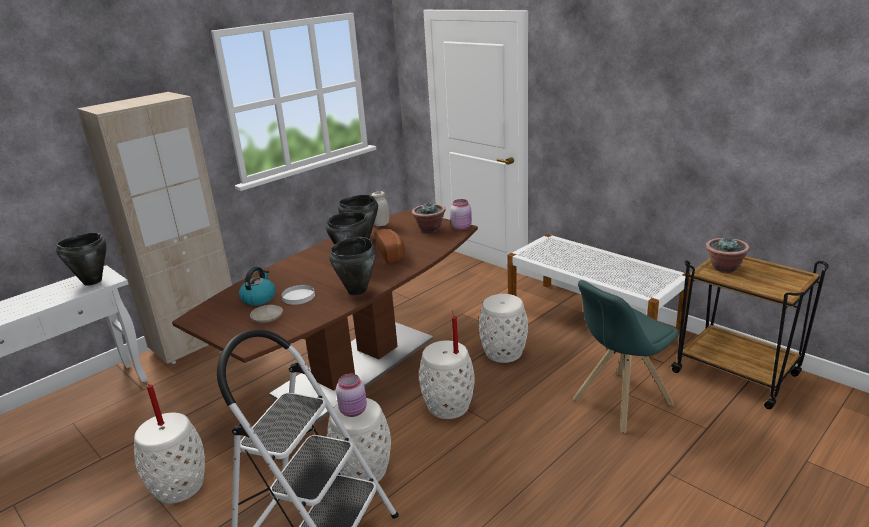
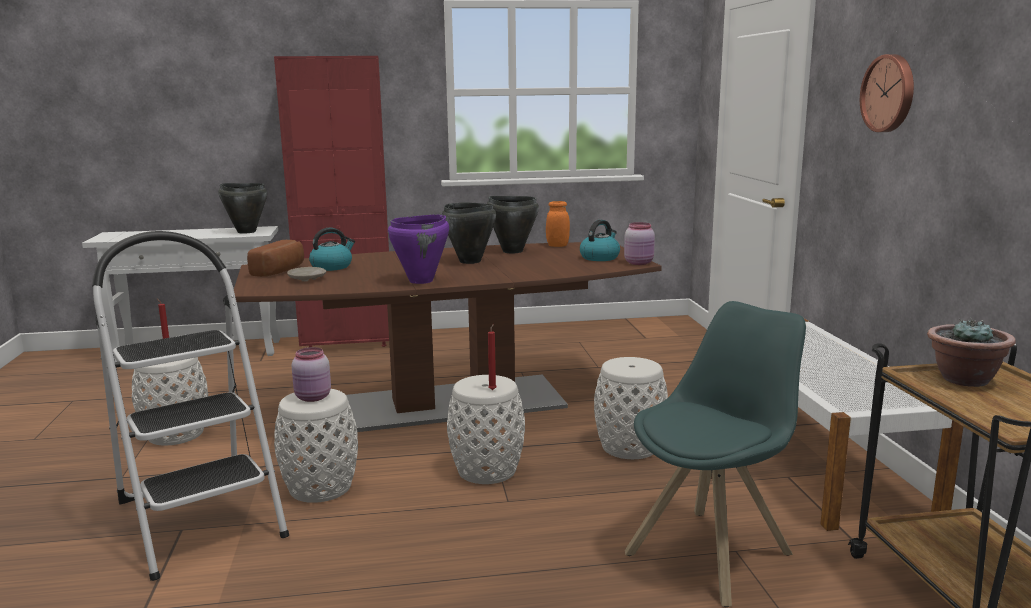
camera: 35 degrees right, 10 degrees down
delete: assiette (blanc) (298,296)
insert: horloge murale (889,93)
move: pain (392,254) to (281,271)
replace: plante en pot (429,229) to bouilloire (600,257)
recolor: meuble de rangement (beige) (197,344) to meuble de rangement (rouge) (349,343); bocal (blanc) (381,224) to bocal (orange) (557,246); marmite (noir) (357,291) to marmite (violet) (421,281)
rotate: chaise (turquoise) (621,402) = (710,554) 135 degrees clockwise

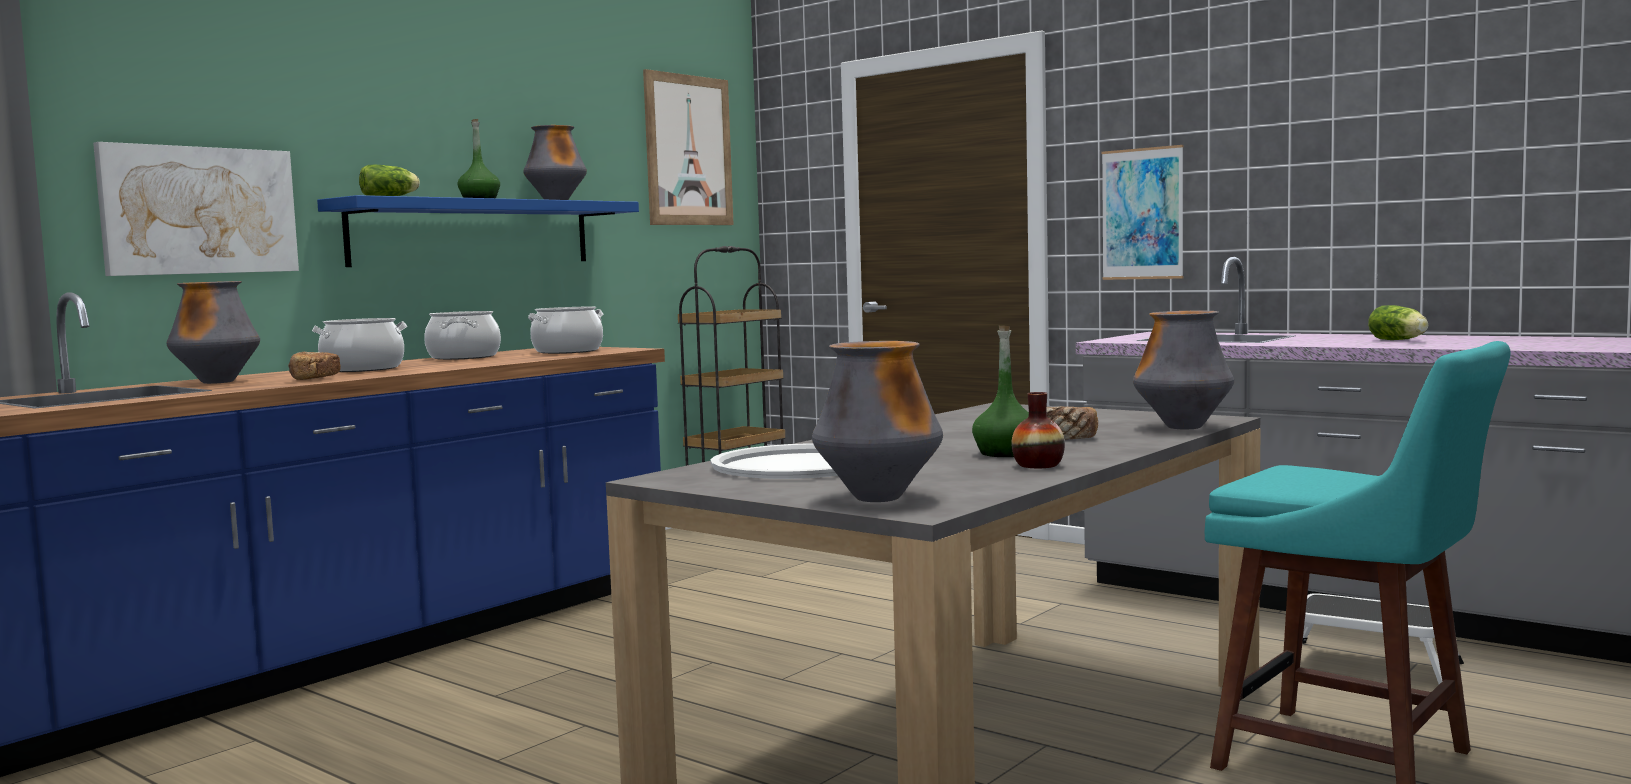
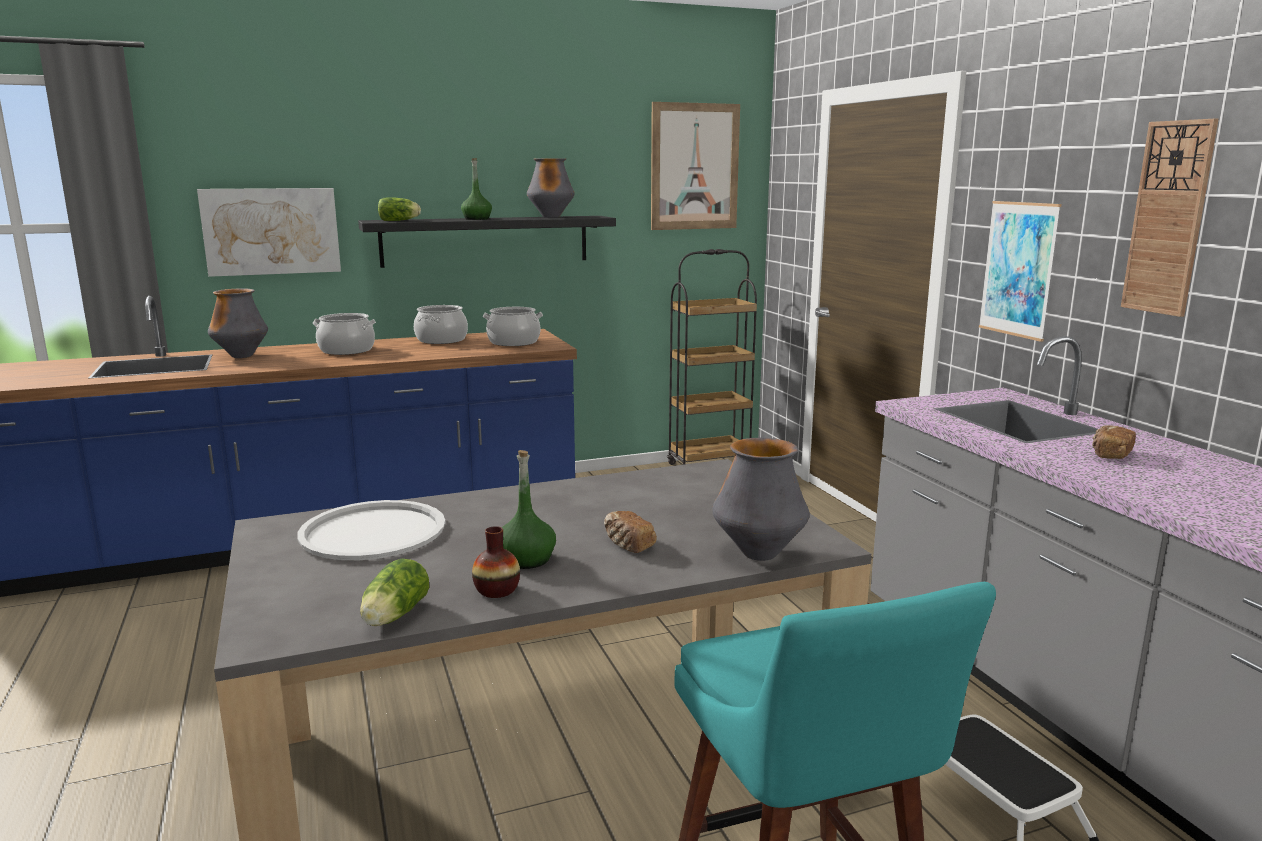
camera: 30 degrees right, 10 degrees up
delete: vase (879,498)
insert: horloge murale (1168,218)
move: laitue (1399,340) to (393,617); pain (313,379) to (1110,455)
recolor: étagère (bleu) (473,233) to étagère (noir) (486,240)

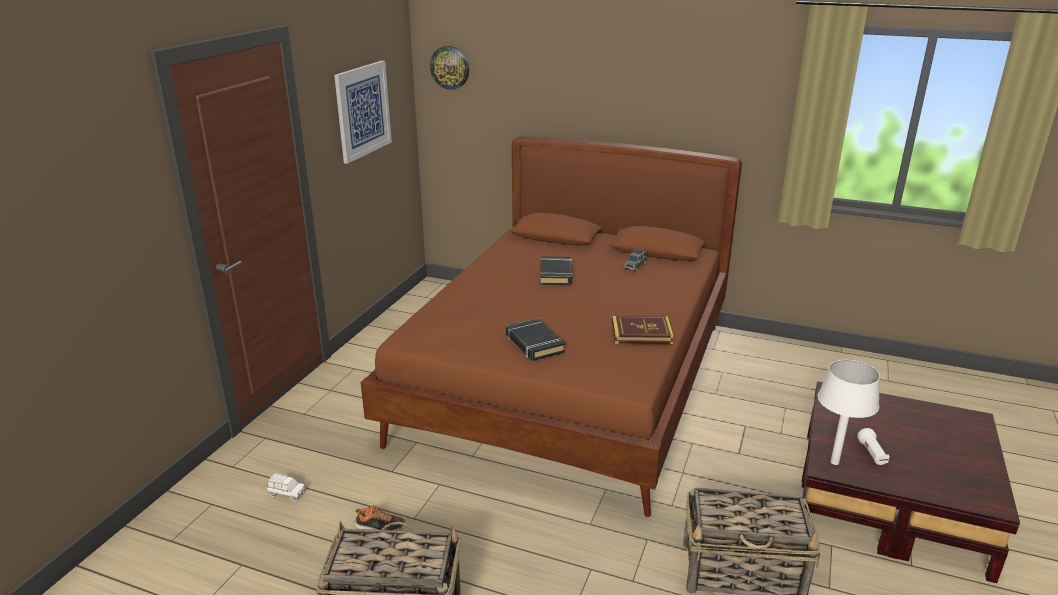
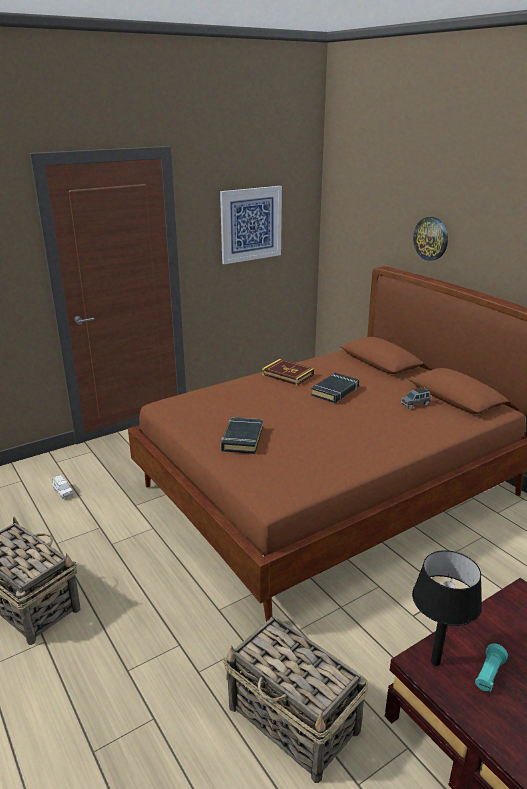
camera: 35 degrees right, 0 degrees up
delete: chaussure (379,526)
move: horloge murale (450,67) to (431,238); livre (641,334) to (287,375)
recolor: lampe de table (blanc) (835,462) to lampe de table (noir) (436,662); lampe de poche (blanc) (872,454) to lampe de poche (turquoise) (488,675)

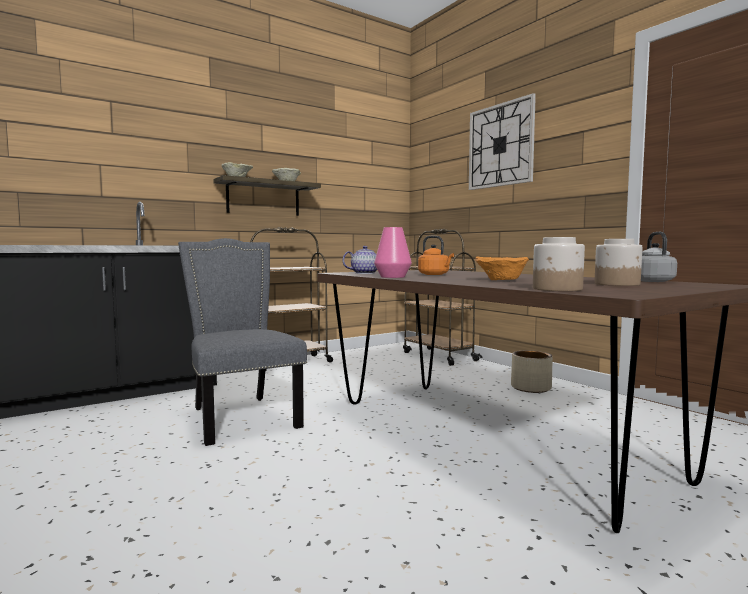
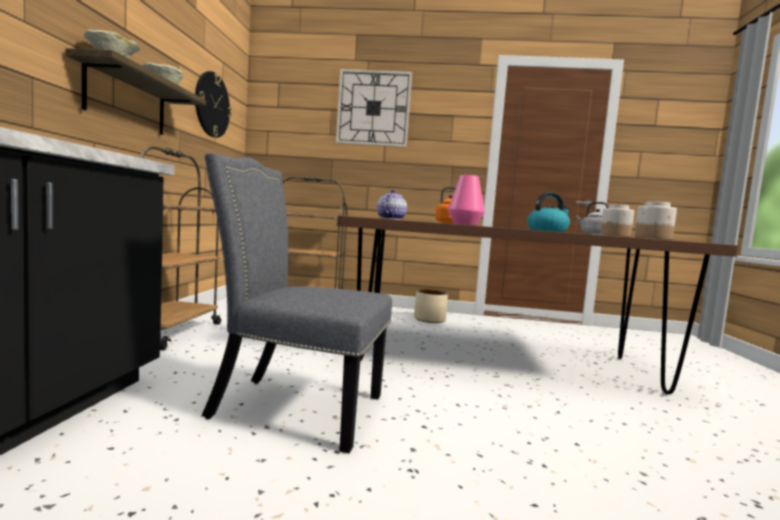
camera: 50 degrees left, 0 degrees up
insert: horloge murale (212,105)
replace: bol (orange) (501,280) to bouilloire (547,230)

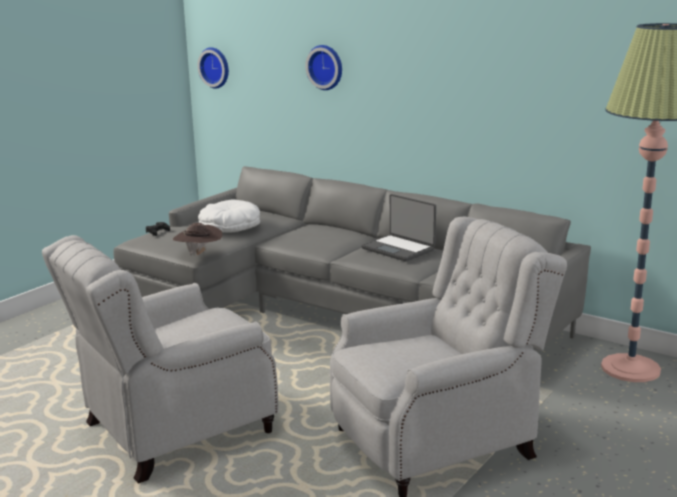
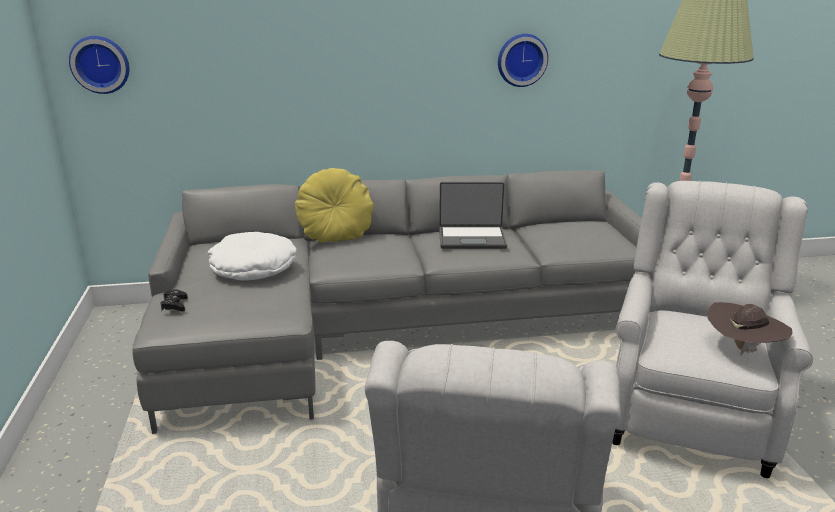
camera: 45 degrees left, 5 degrees up
insert: coussin (jaune) (336,238)
move: horloge murale (326,67) to (521,59); chapeau (marron) (199,255) to (742,350)

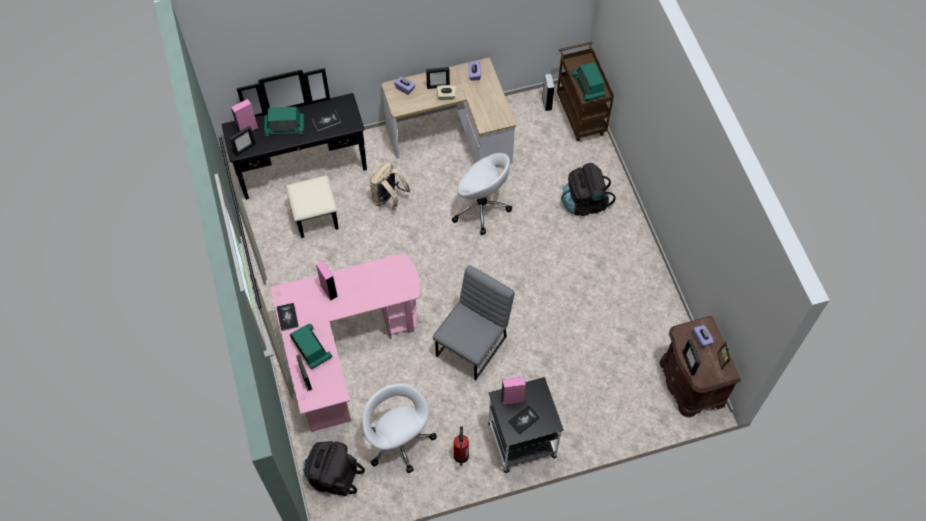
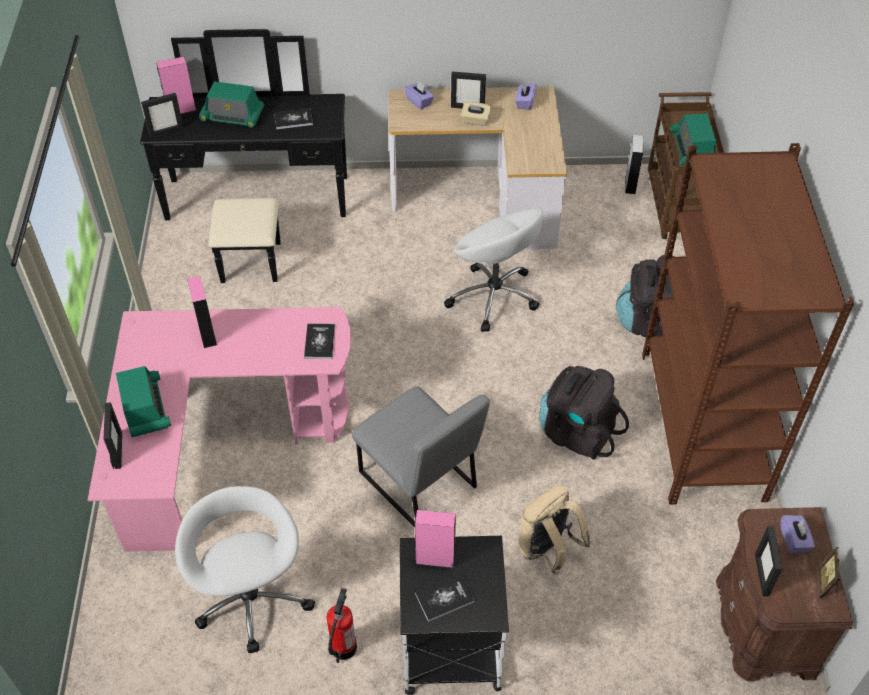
camera: 15 degrees right, 10 degrees down
insert: bibliothèque (marron) (702,425)
move: sac à dos (beige) (388,199) to (547,550); livre (287,317) to (319,342); sac à dos (noir) (333,476) to (577,432)
rotate: chaise (gris) (473,344) = (419,482) 90 degrees clockwise

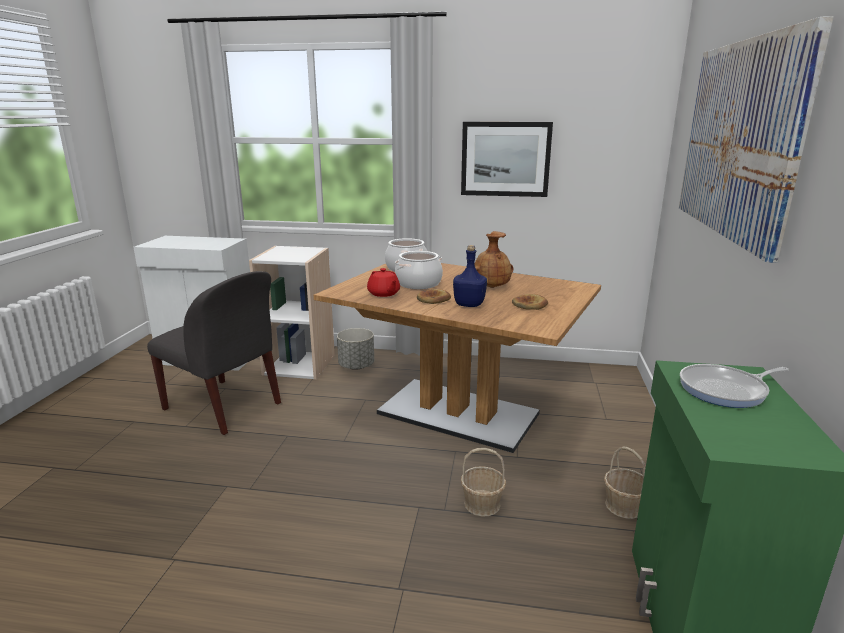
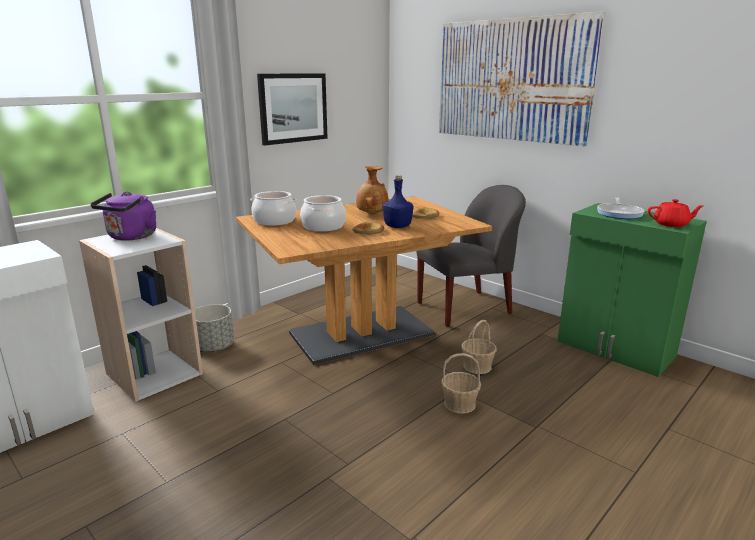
camera: 55 degrees left, 0 degrees up
insert: bouilloire (violet) (130,237)
move: théière (rouge) (384,293) to (671,224); chaise (gris) (224,407) to (466,308); panier (624,506) to (460,404)

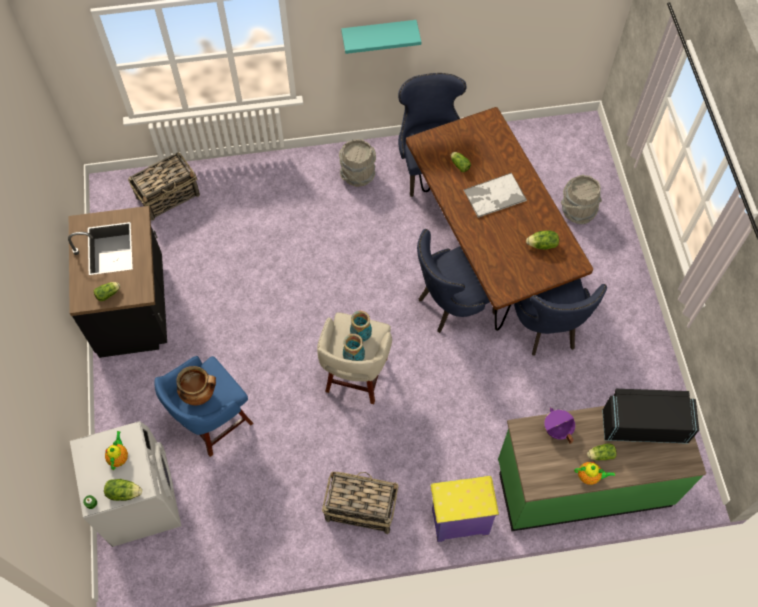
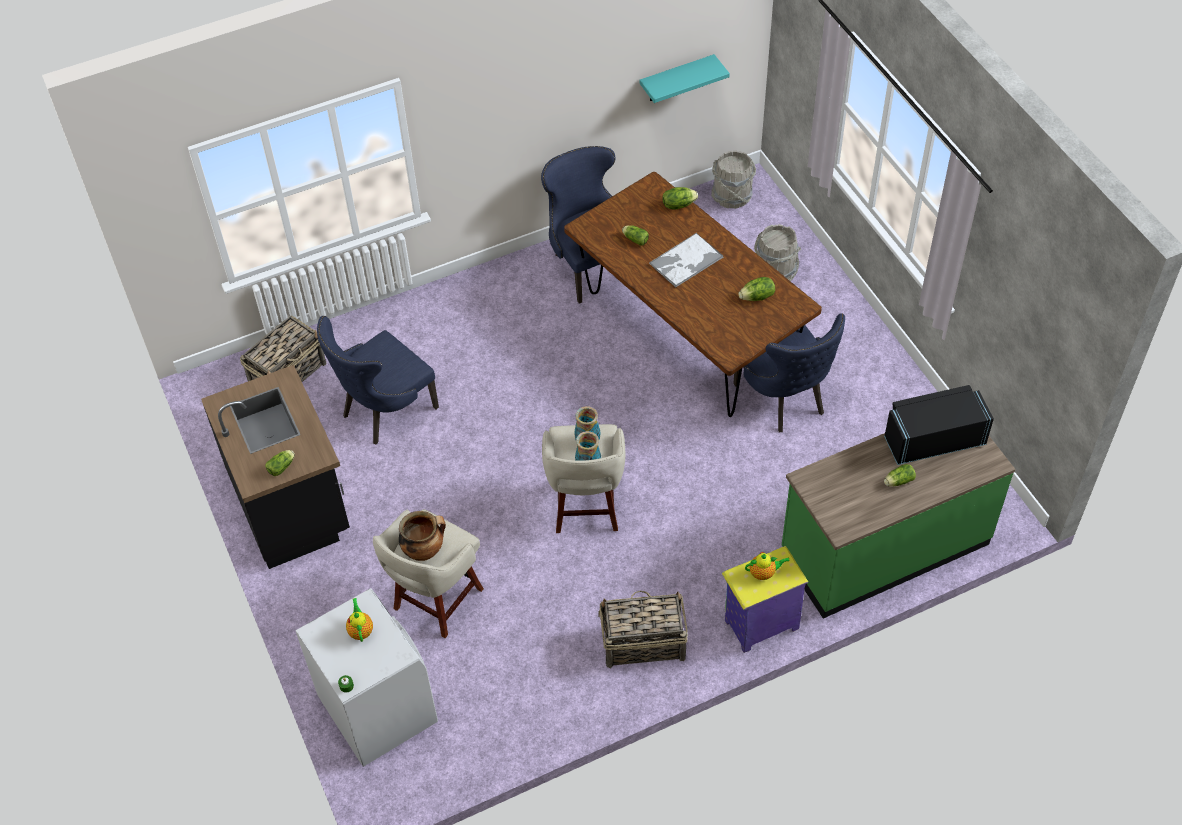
camera: 15 degrees left, 10 degrees down
delete: marmite (violet) (557,429)
move: étagère (turquoise) (379,34) to (676,79); seau (gris) (358,175) to (732,197); chaise (bleu) (452,304) to (385,411); théière (589,476) to (764,573); laitue (124,492) to (678,205)
recolor: tabouret (bleu) (213,423) to tabouret (beige) (435,602)

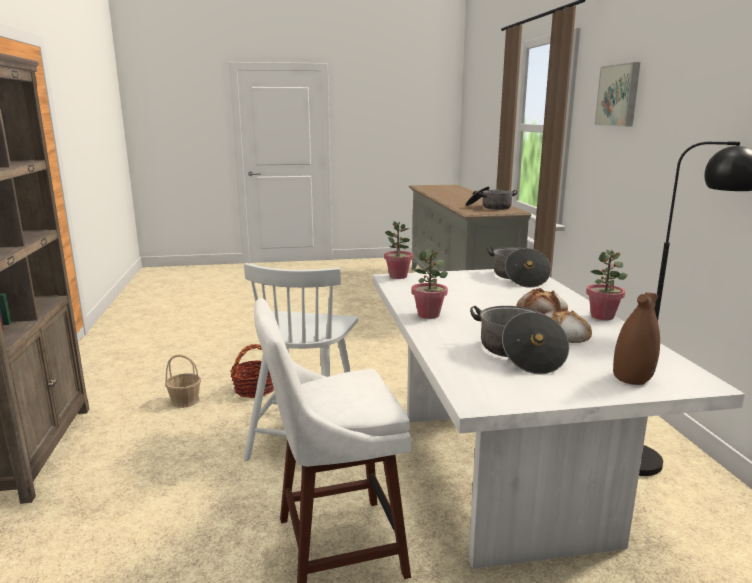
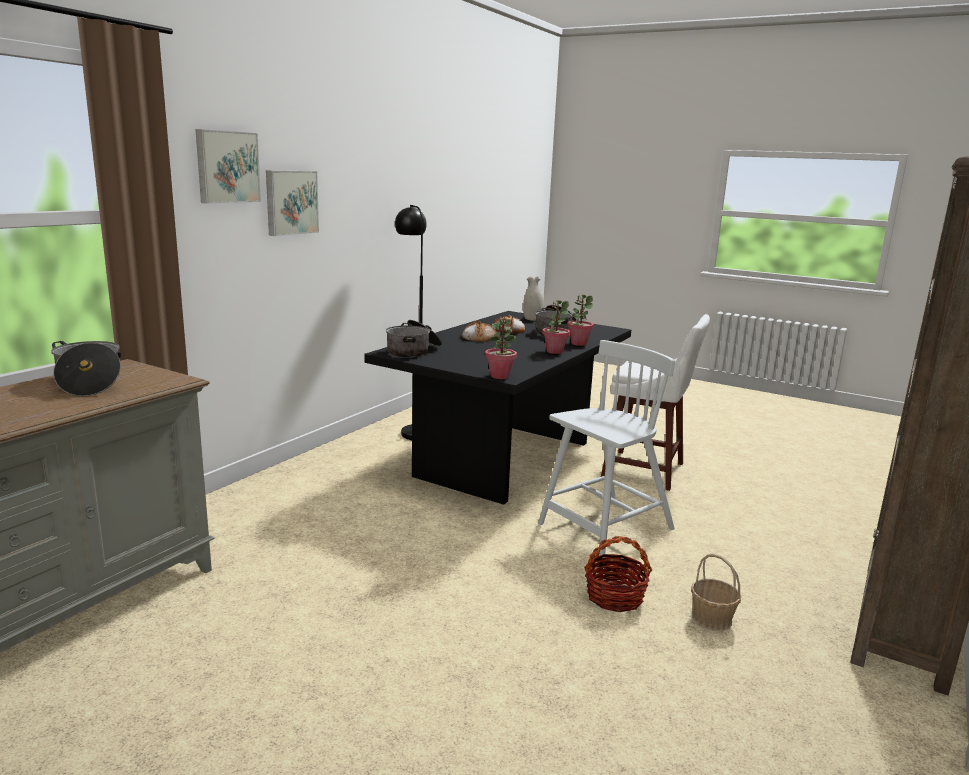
camera: 140 degrees left, 0 degrees up
insert: tableau (290,202)
move: plante en pot (602,316) to (578,343)
recolor: table à manger (blanc) (499,472) to table à manger (noir) (504,458); vase (marron) (633,377) to vase (blanc) (532,319)

